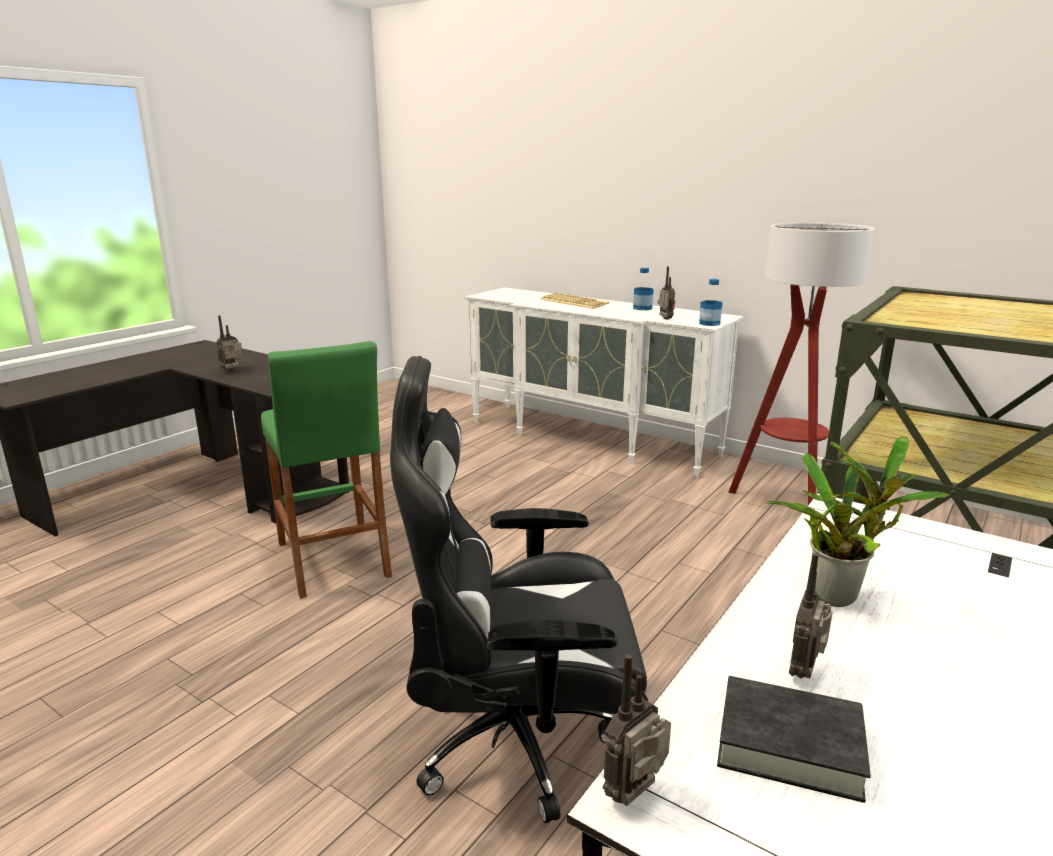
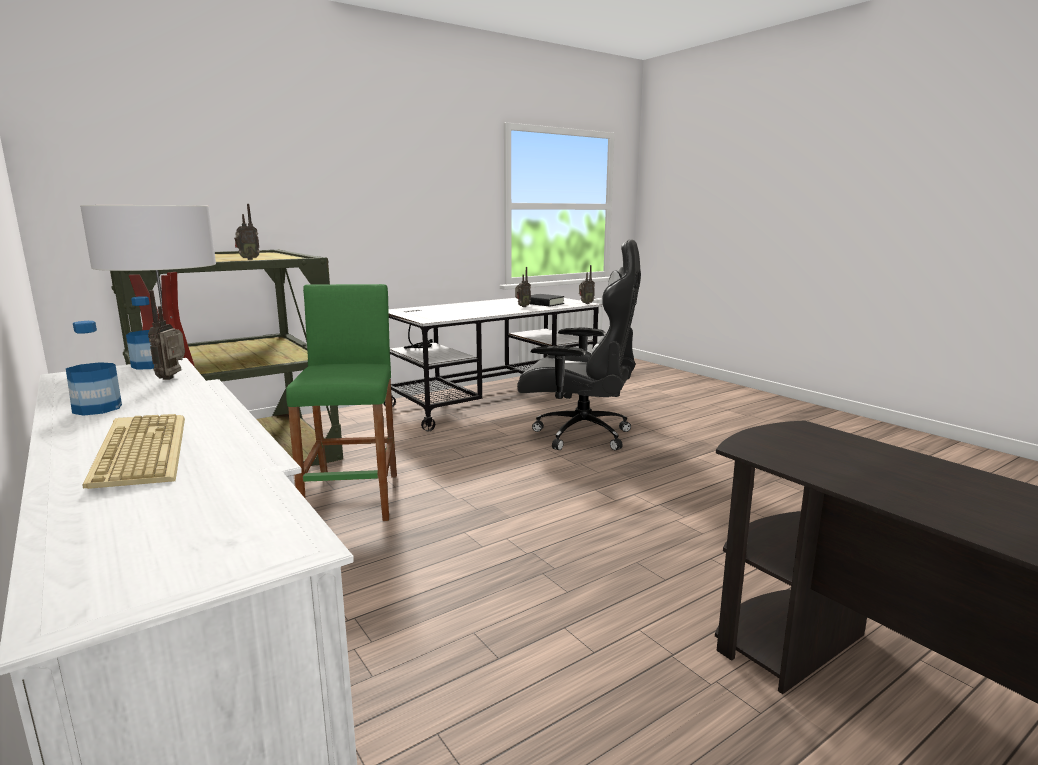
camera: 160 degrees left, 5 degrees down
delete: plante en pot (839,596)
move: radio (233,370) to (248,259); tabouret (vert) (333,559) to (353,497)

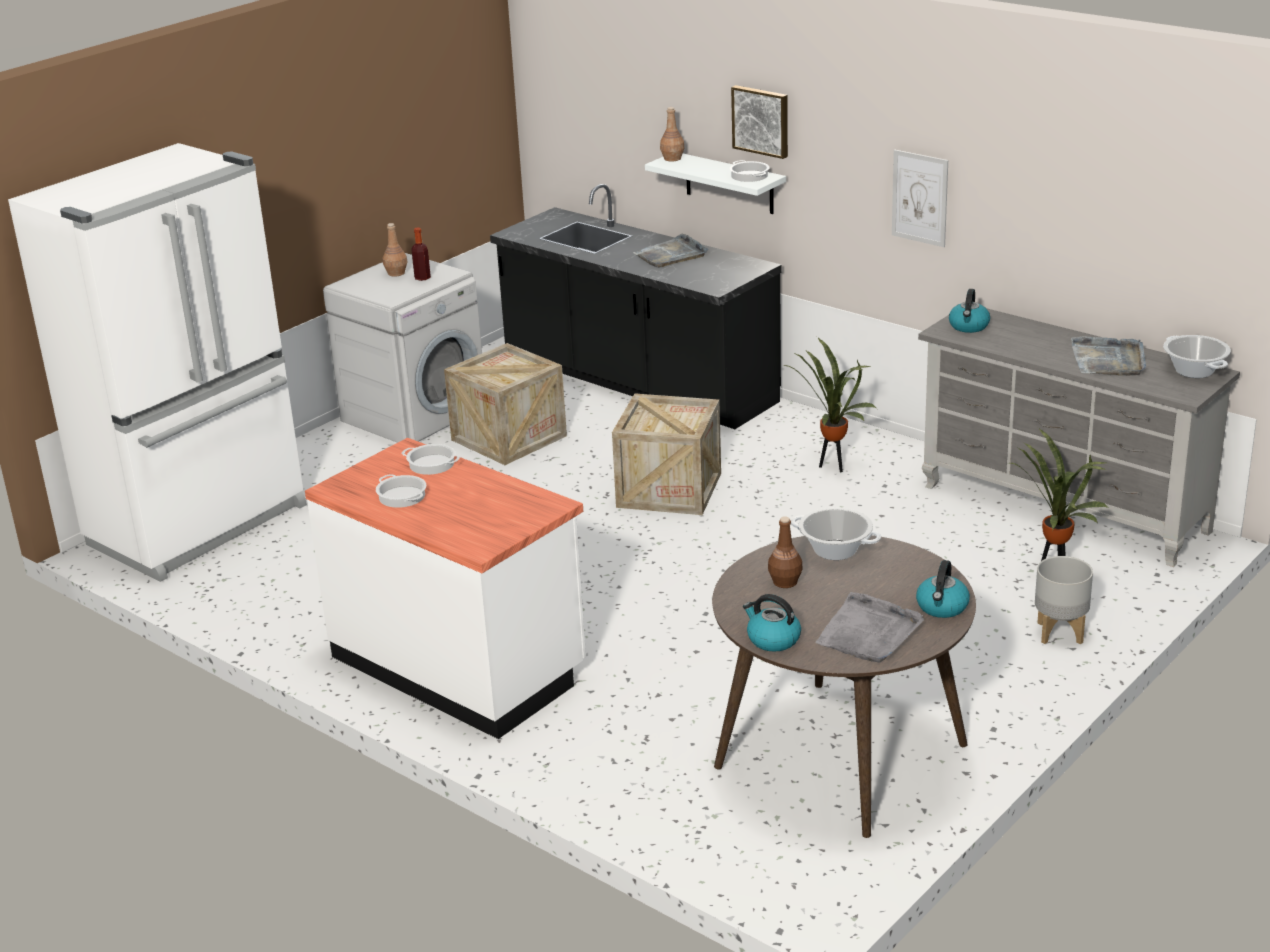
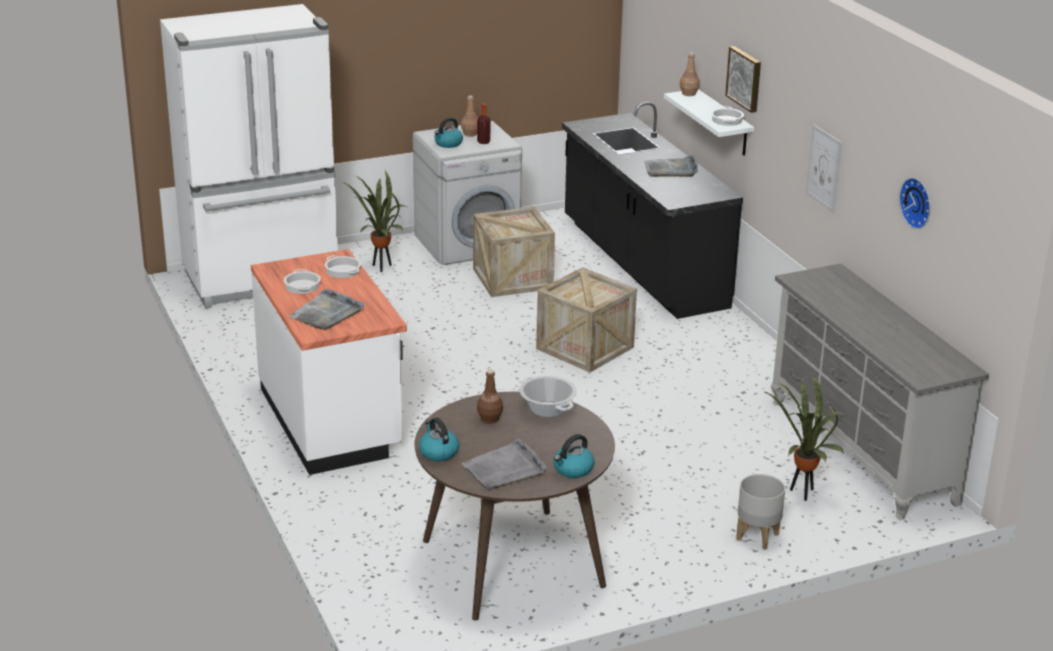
camera: 25 degrees right, 0 degrees up
delete: marmite (1194,371)
insert: horloge murale (918,202)
move: bouilloire (969,326) to (448,144); plateau (gris) (1108,360) to (327,313); plante en pot (833,467) to (381,268)

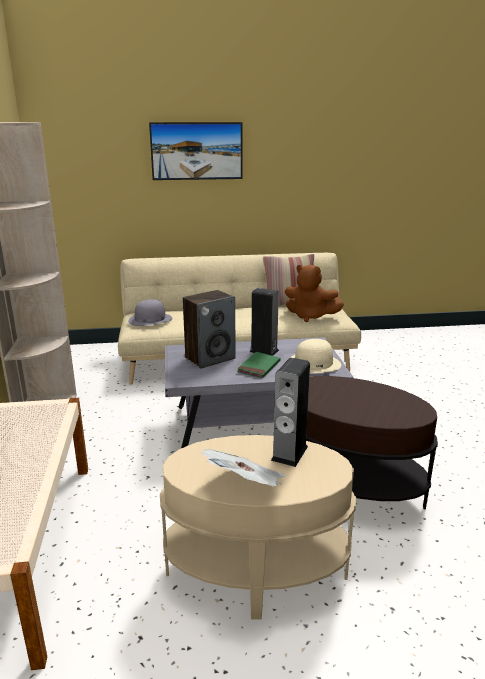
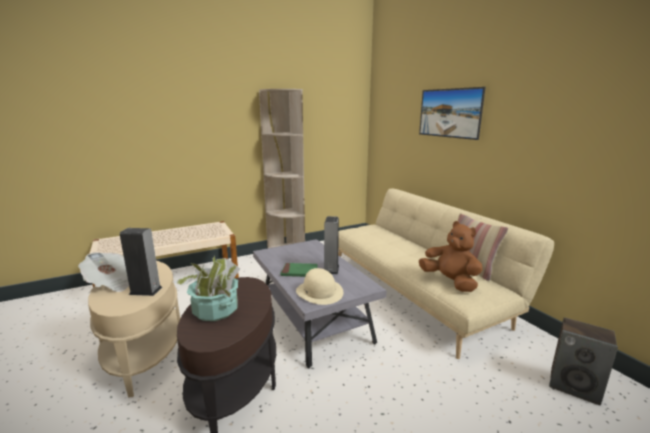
camera: 70 degrees right, 5 degrees down
delete: chapeau (gris) (150,319)
insert: plante en pot (216,310)
move: enceinte (210,358) to (574,386)
rotate: peluche (marron) (310,316) = (450,282) 135 degrees clockwise

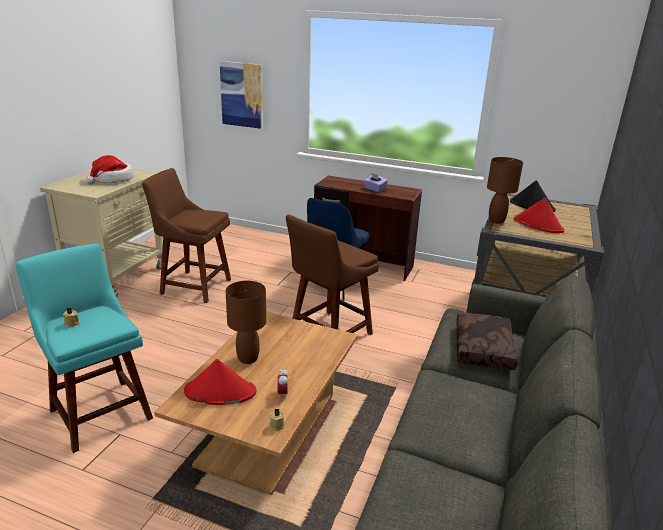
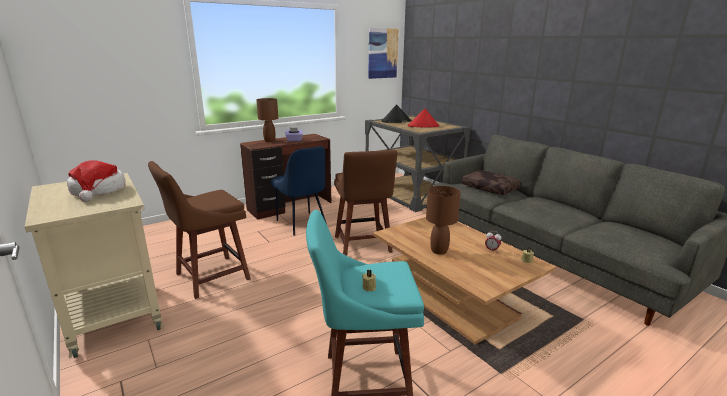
camera: 55 degrees left, 5 degrees down
delete: chapeau (rouge) (220,392)
move: tableau (242,95) to (383,53); lampe de table (marron) (496,220) to (269,141)

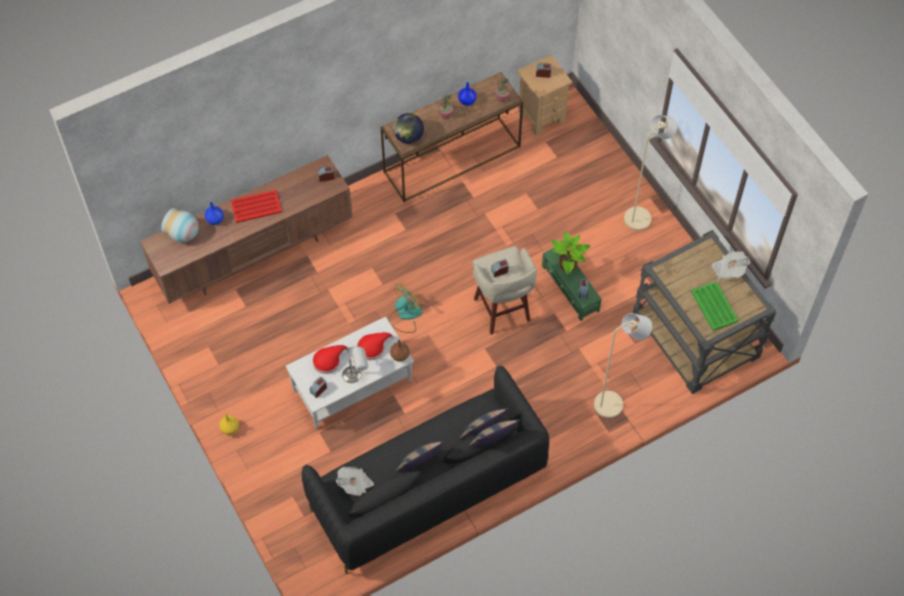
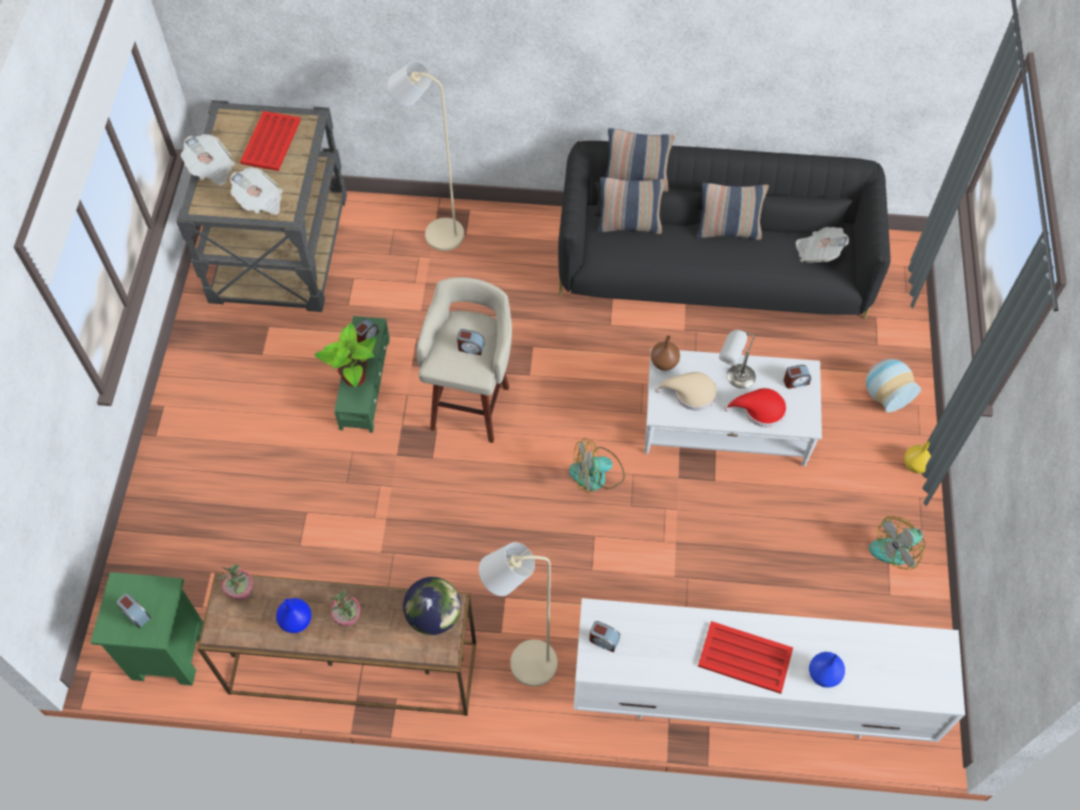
camera: 145 degrees left, 0 degrees up
insert: journal (260,201); ventilateur (897,547)
move: lampadaire (beige) (641,215) to (524,664); vase (184,234) to (885,394)
recolor: table de chevet (beige) (542,117) to table de chevet (vert) (168,651); meuble de rangement (marron) (254,254) to meuble de rangement (blanc) (747,699); plateau (vert) (714,307) to plateau (rouge) (271,141); chapeau (rouge) (373,347) to chapeau (beige) (691,393)

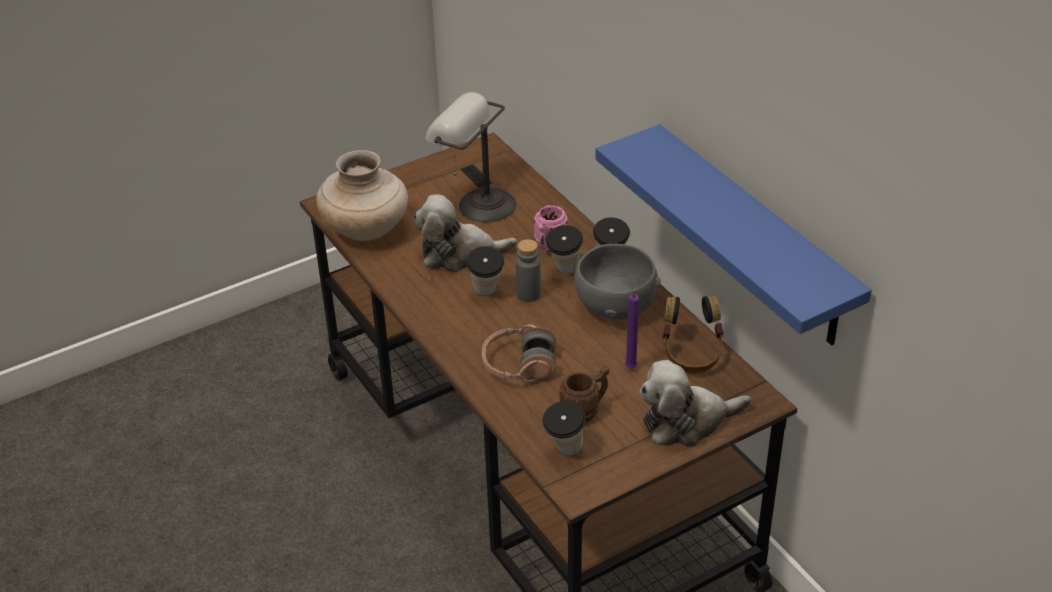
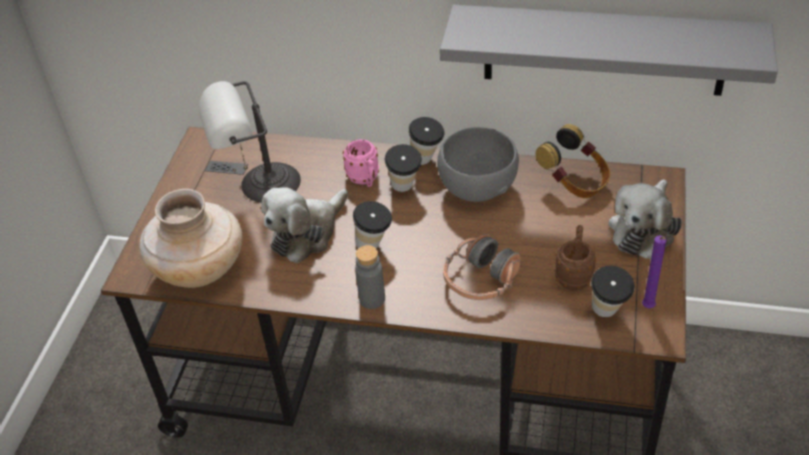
camera: 45 degrees left, 5 degrees up
move: bouteille (gris) (528,294) to (372,299); bougie (violet) (629,369) to (648,308)
recolor: étagère (bleu) (754,237) to étagère (gris) (604,50)

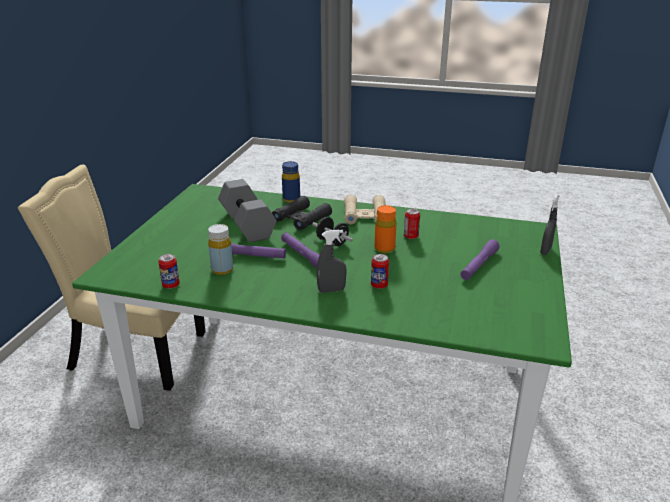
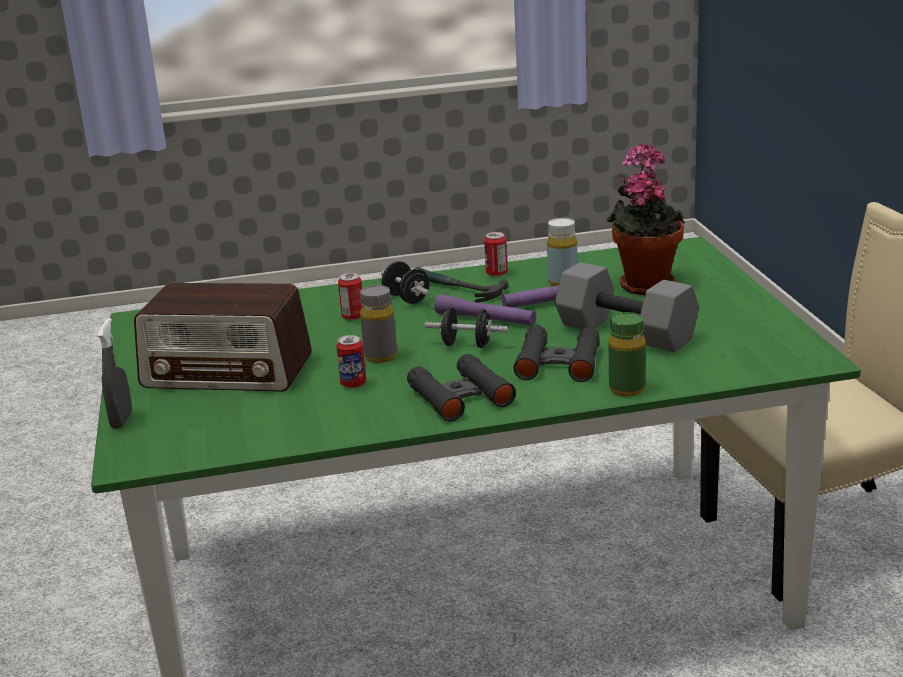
camera: 155 degrees right, 5 degrees down
insert: plante en pot (644,284); marteau (455,289)
move: boîte métallique (171,285) to (496,273)
replace: vaporisateur (gris) (331,290) to haltère (noir) (406,299); lampe de poche (violet) (479,265) to radio (228,372)
recolor: bouteille (bleu) (291,199) to bouteille (vert) (627,389); jumelles (beige) (365,215) to jumelles (noir) (460,397); bouteille (orange) (384,249) to bouteille (gris) (380,356)

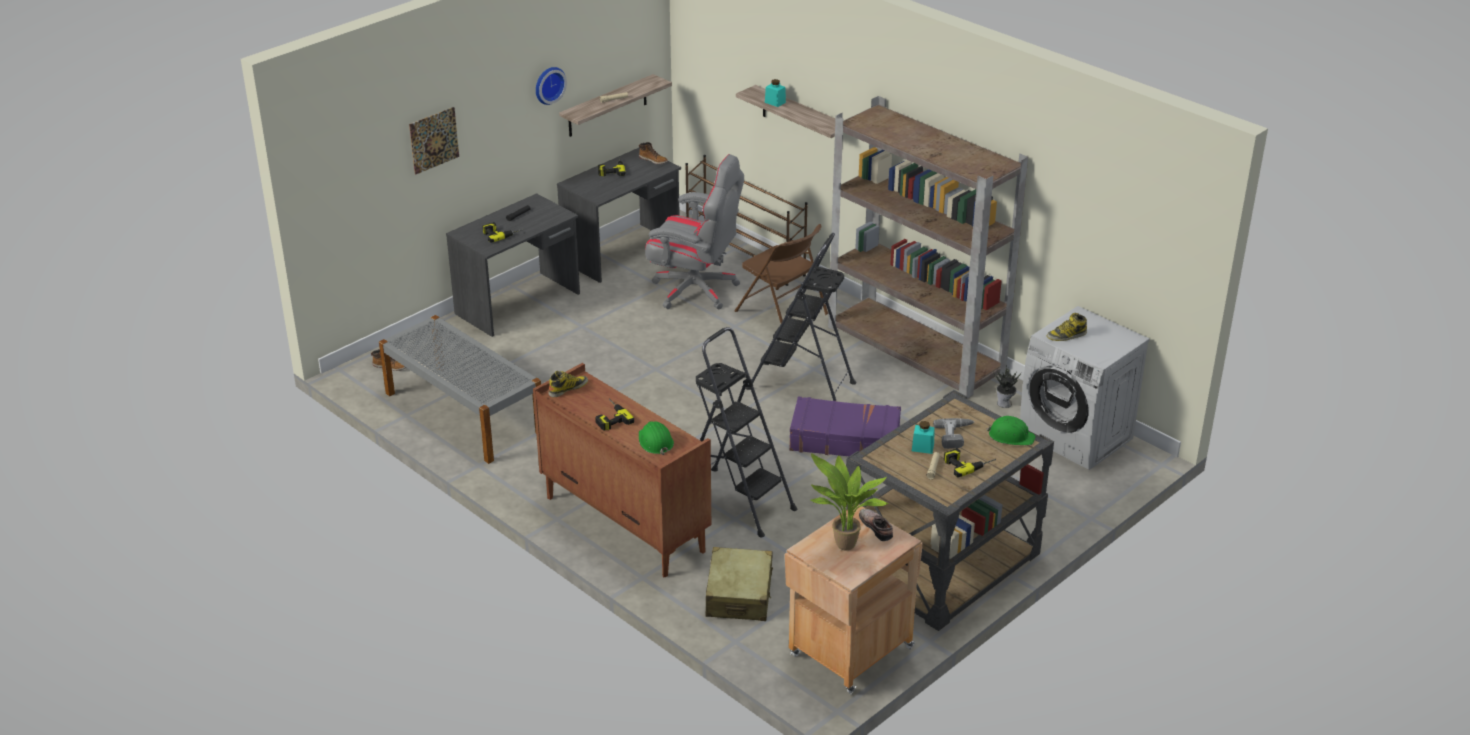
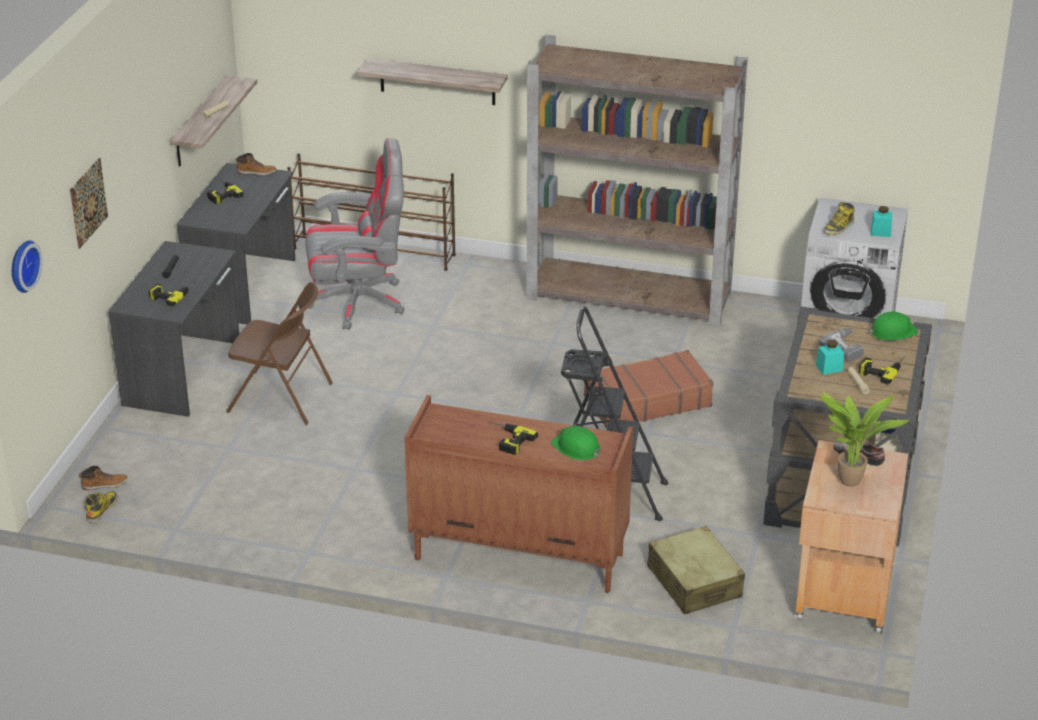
camera: 30 degrees left, 0 degrees up
delete: escabeau (802,386); banc (gris) (463,413); plante en pot (1005,404)
move: horloge murale (548,84) to (22,265); bocal (turquoise) (775,102) to (880,232); chaise (marron) (781,313) to (280,398); botte (568,388) to (102,509)
recolor: valise (violet) (844,439) to valise (marron) (646,401)

